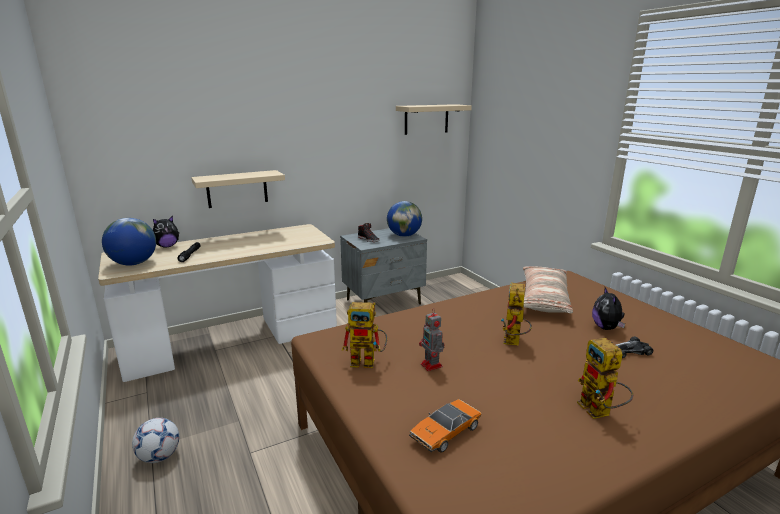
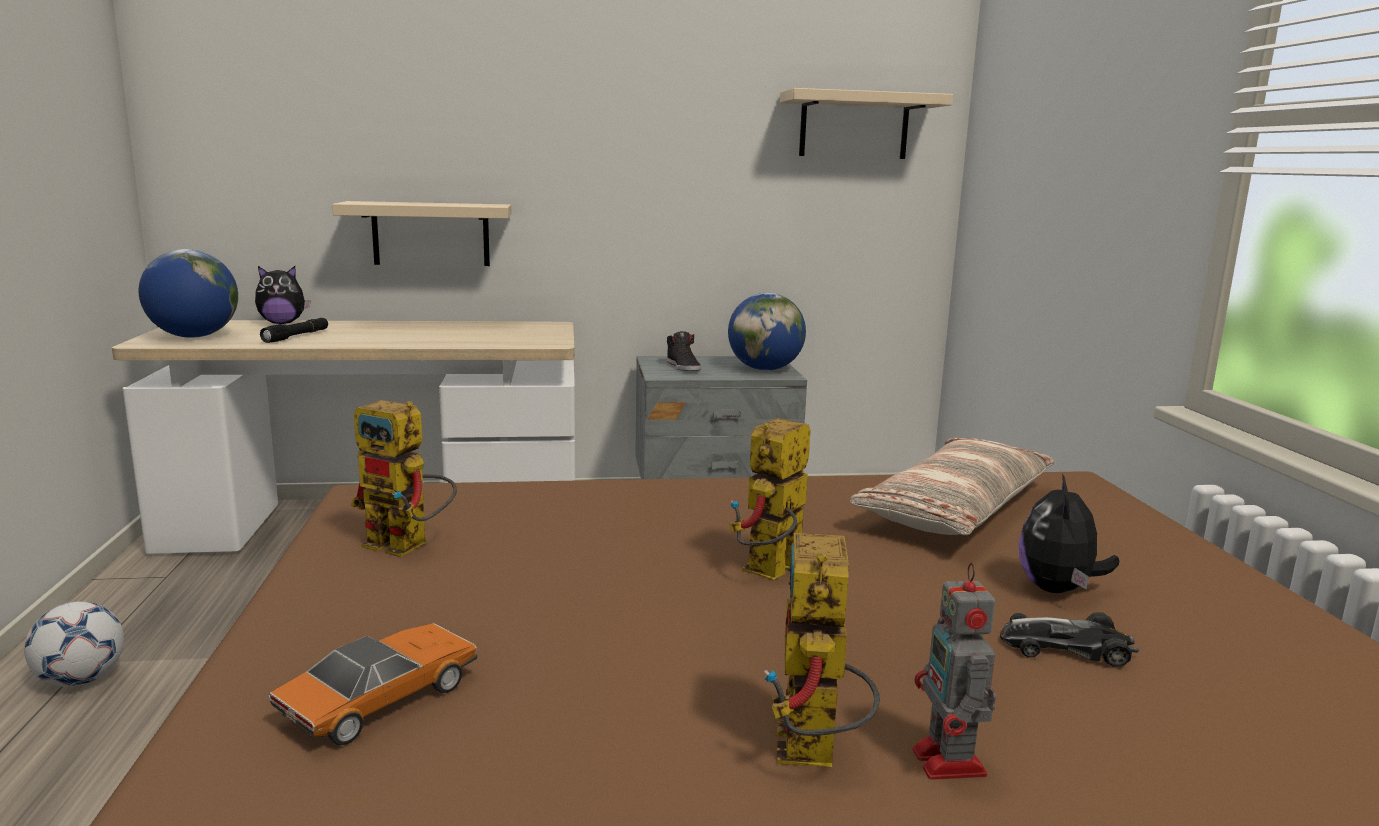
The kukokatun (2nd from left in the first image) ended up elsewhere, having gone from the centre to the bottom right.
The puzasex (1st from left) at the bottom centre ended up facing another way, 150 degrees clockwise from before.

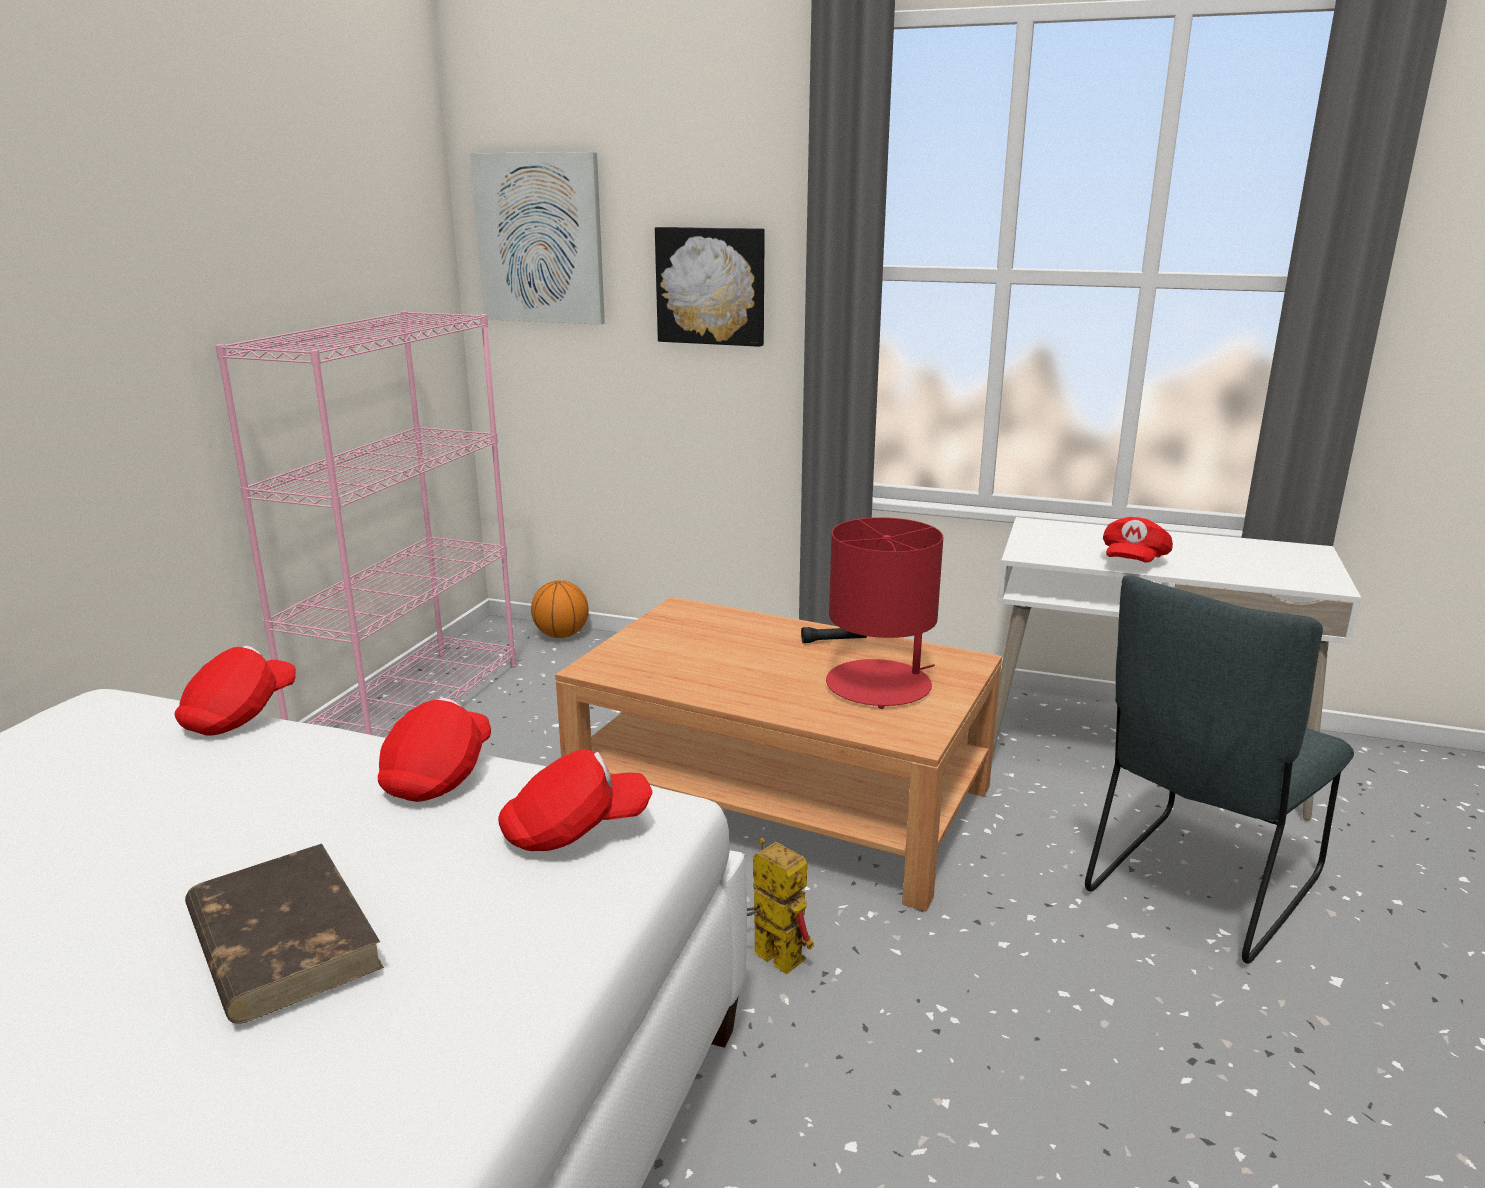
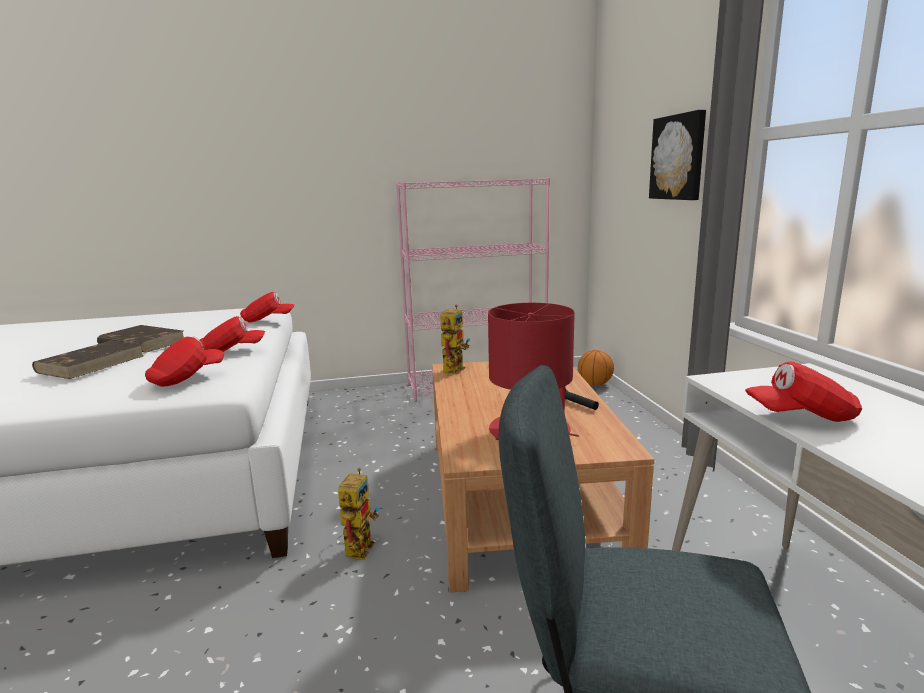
The second view lost the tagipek (1st from left) at the top centre.
The second view gained the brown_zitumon (2nd from left) at the middle left.
The second view gained the kukokatun (2nd from left) at the centre.
The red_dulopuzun (3rd from left in the first image) at the bottom centre ended up facing another way, 90 degrees counterclockwise from before.

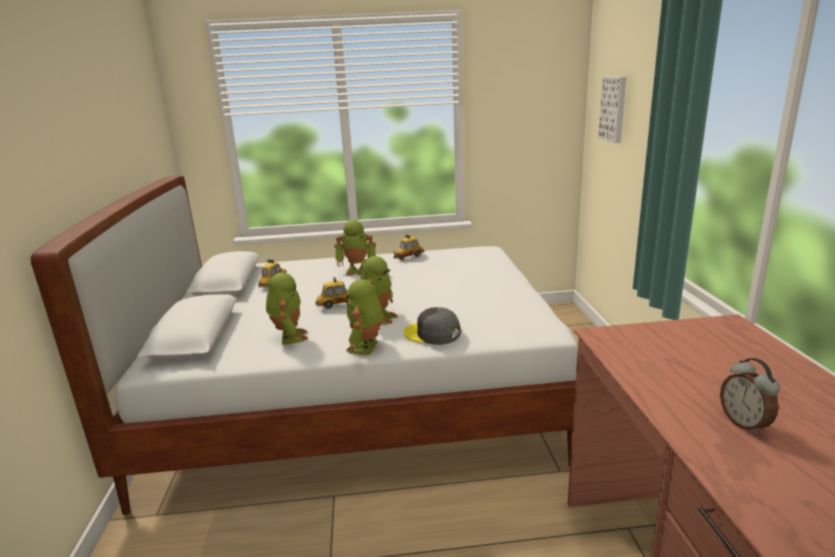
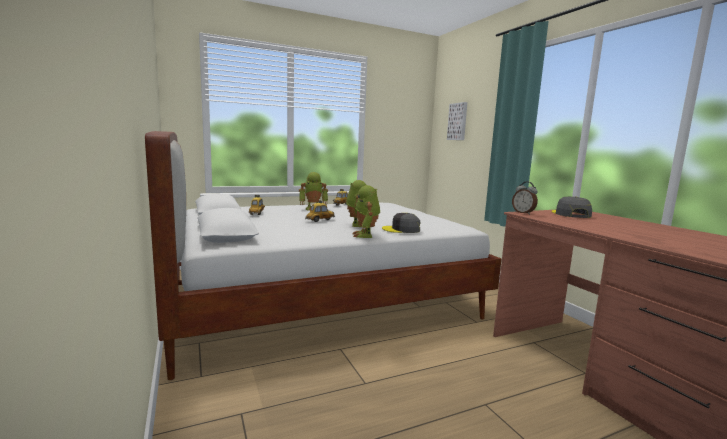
The second view lost the kukokatun (1st from left) at the centre.
The second view gained the grey_dulopuzun (2nd from left) at the middle right.
The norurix ended up elsewhere, having gone from the bottom right to the middle right.

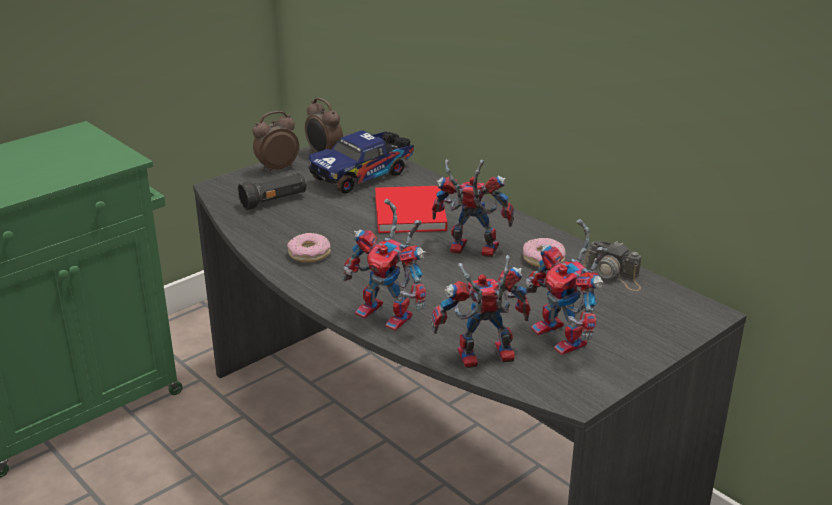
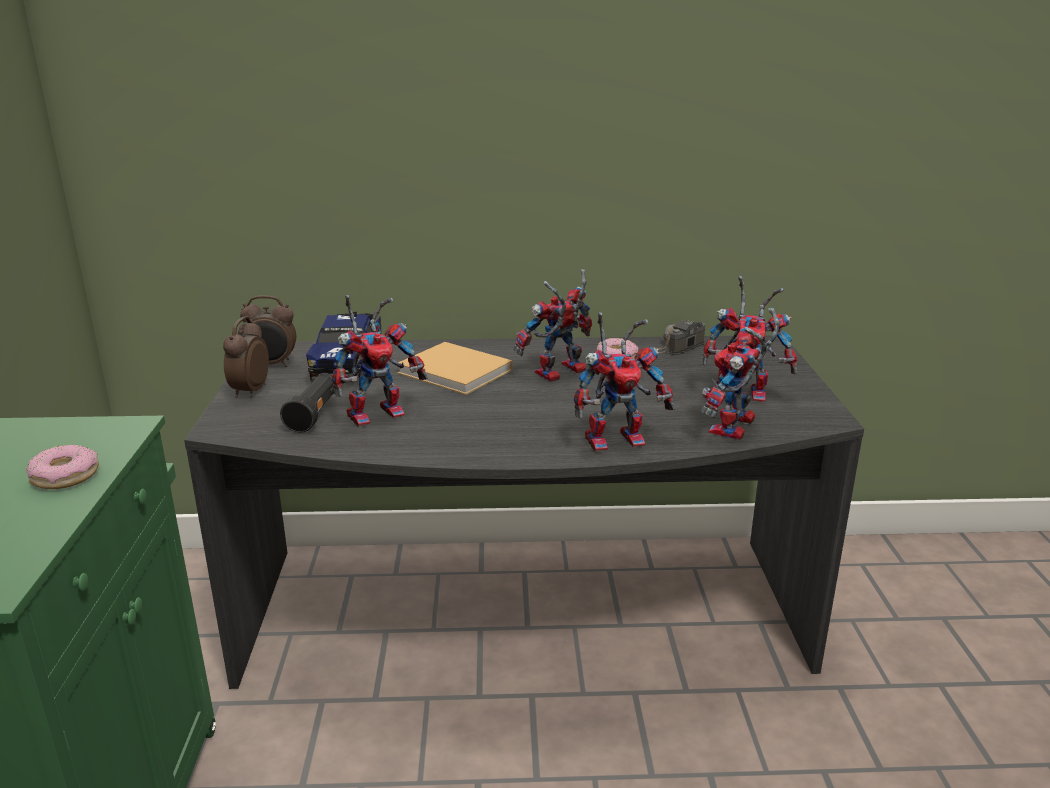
The second view gained the kukokatun (1st from left) at the centre.
The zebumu (1st from left) ended up elsewhere, having gone from the centre to the middle left.
What was the red_zitumon at the centre turned into the beige_zitumon at the centre.
The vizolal at the middle right ended up facing another way, 150 degrees clockwise from before.

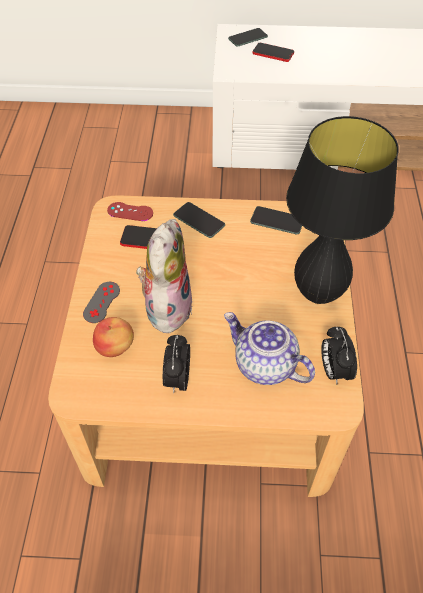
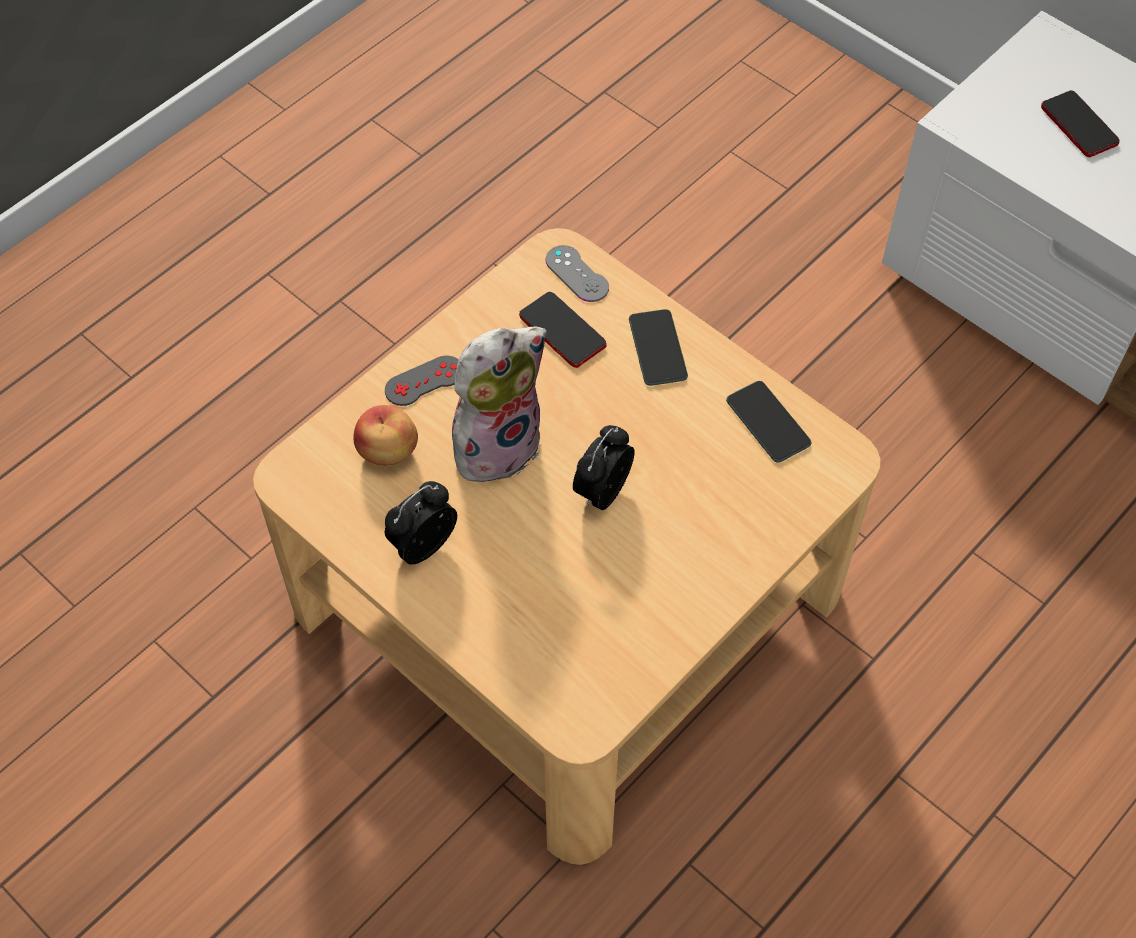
The second view lost the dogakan at the centre.
The second view lost the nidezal (3rd from left) at the top centre.
The second view lost the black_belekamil at the middle right.
The norurix (2nd from left) ended up elsewhere, having gone from the middle right to the centre.
What was the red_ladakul at the middle left turned into the grey_ladakul (2nd from left) at the top centre.

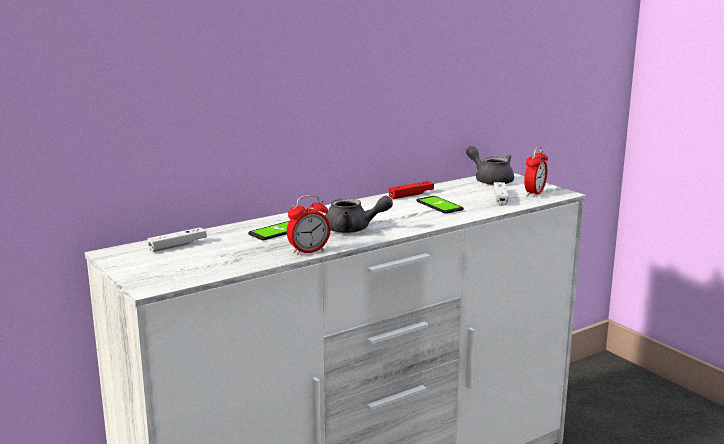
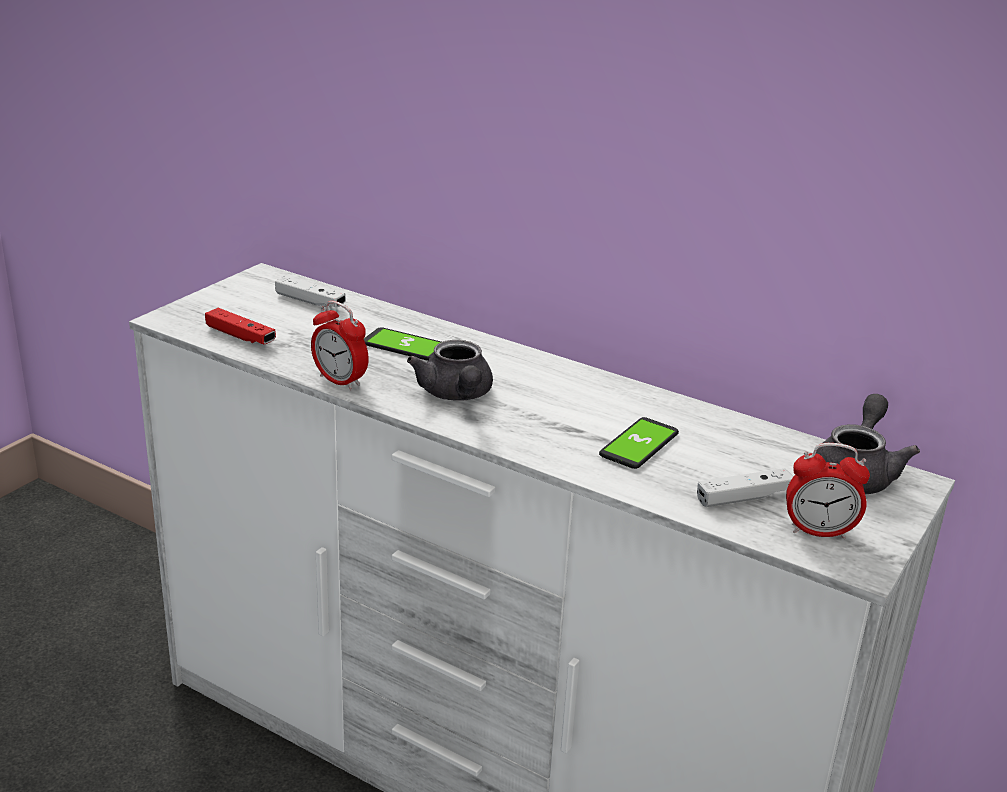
The red_ladakul ended up elsewhere, having gone from the centre to the middle left.

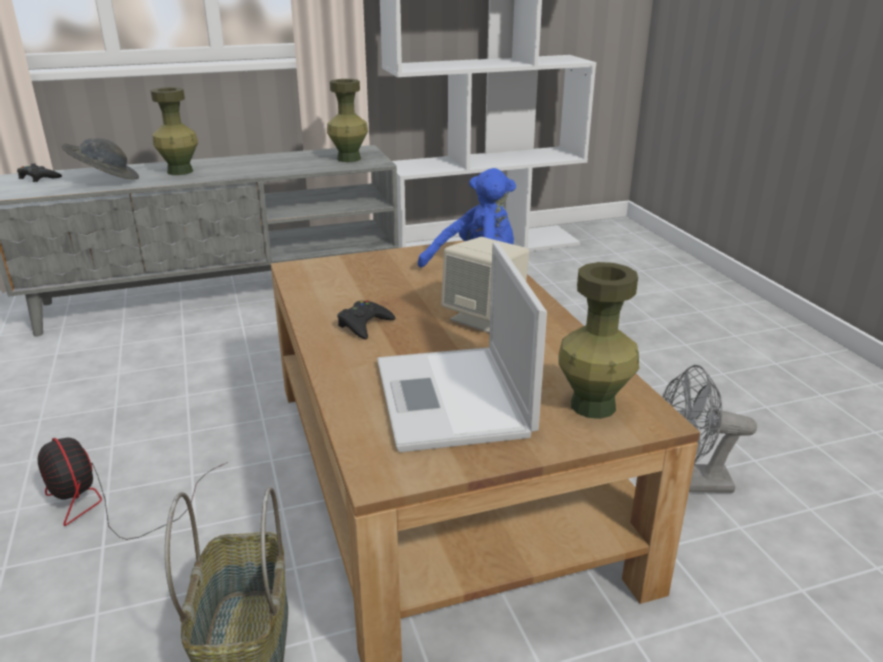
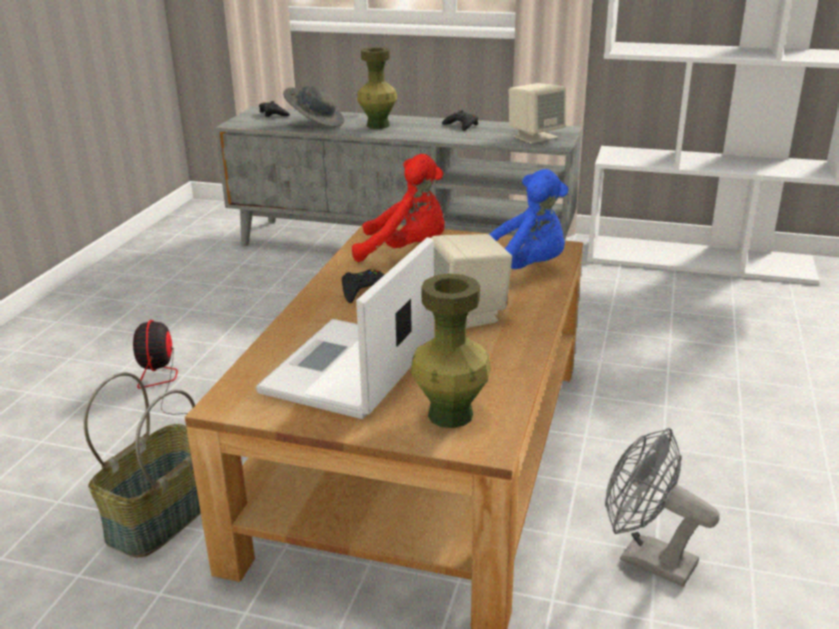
The second view gained the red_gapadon at the top centre.
The second view gained the black_ladakul (3rd from left) at the top centre.
Where the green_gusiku (2nd from left) stood at the top centre, the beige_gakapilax (2nd from left) came to stand at the top centre.

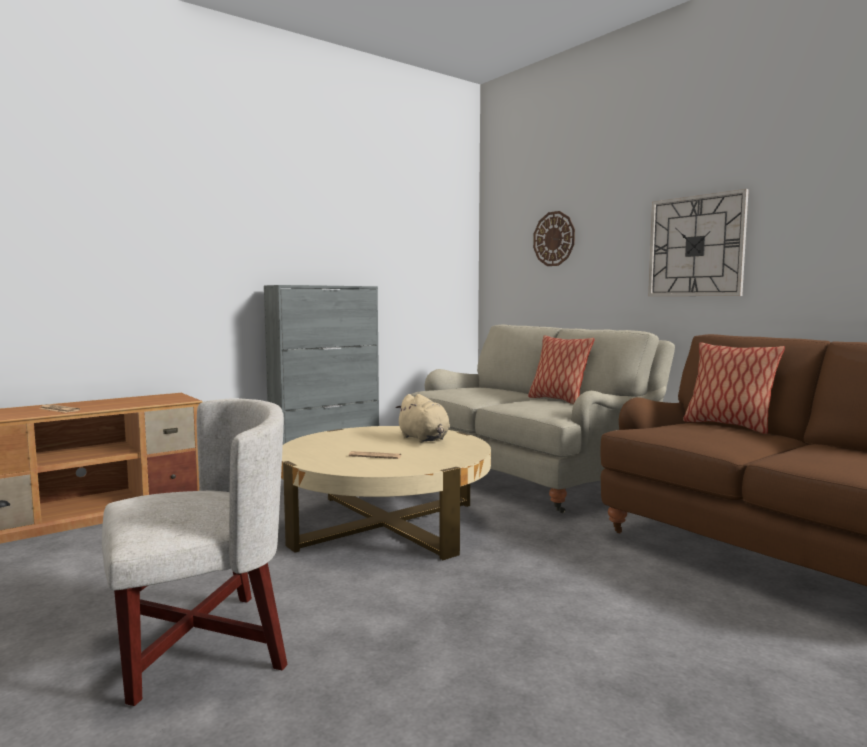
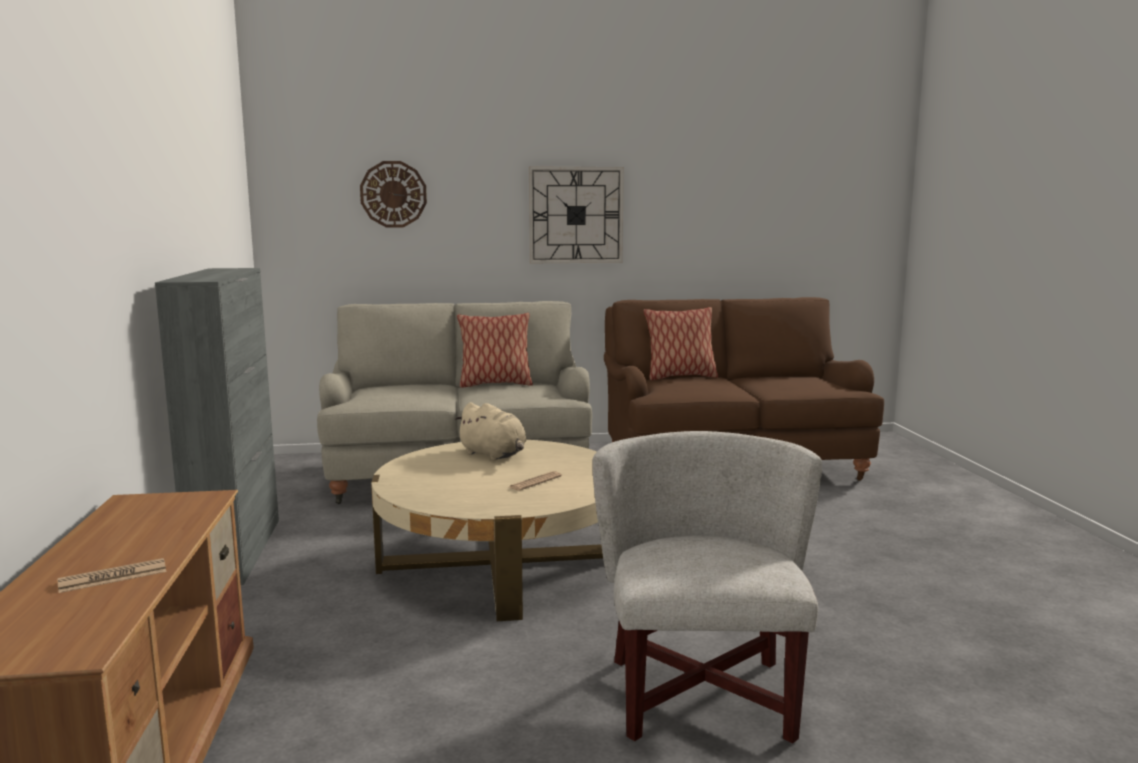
The beige_gapadon at the centre ended up facing another way, 45 degrees clockwise from before.

